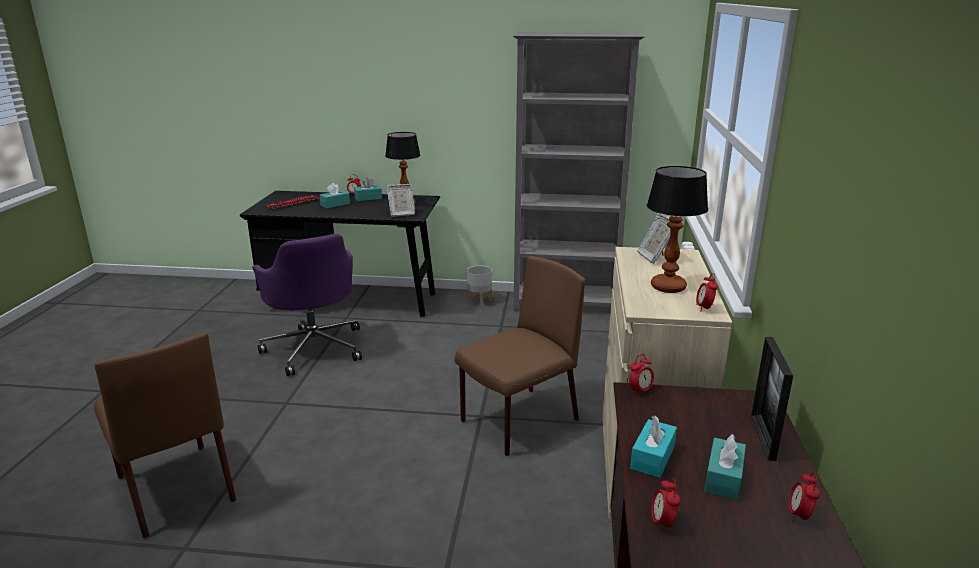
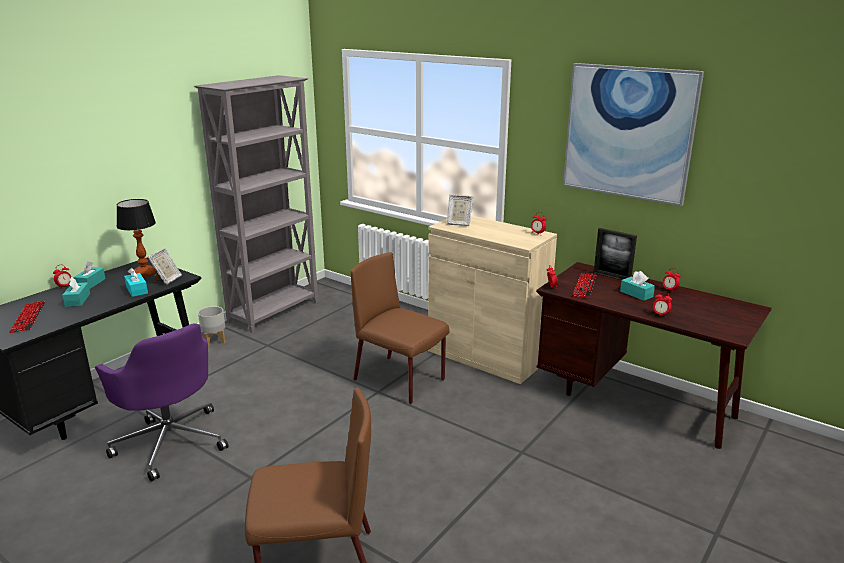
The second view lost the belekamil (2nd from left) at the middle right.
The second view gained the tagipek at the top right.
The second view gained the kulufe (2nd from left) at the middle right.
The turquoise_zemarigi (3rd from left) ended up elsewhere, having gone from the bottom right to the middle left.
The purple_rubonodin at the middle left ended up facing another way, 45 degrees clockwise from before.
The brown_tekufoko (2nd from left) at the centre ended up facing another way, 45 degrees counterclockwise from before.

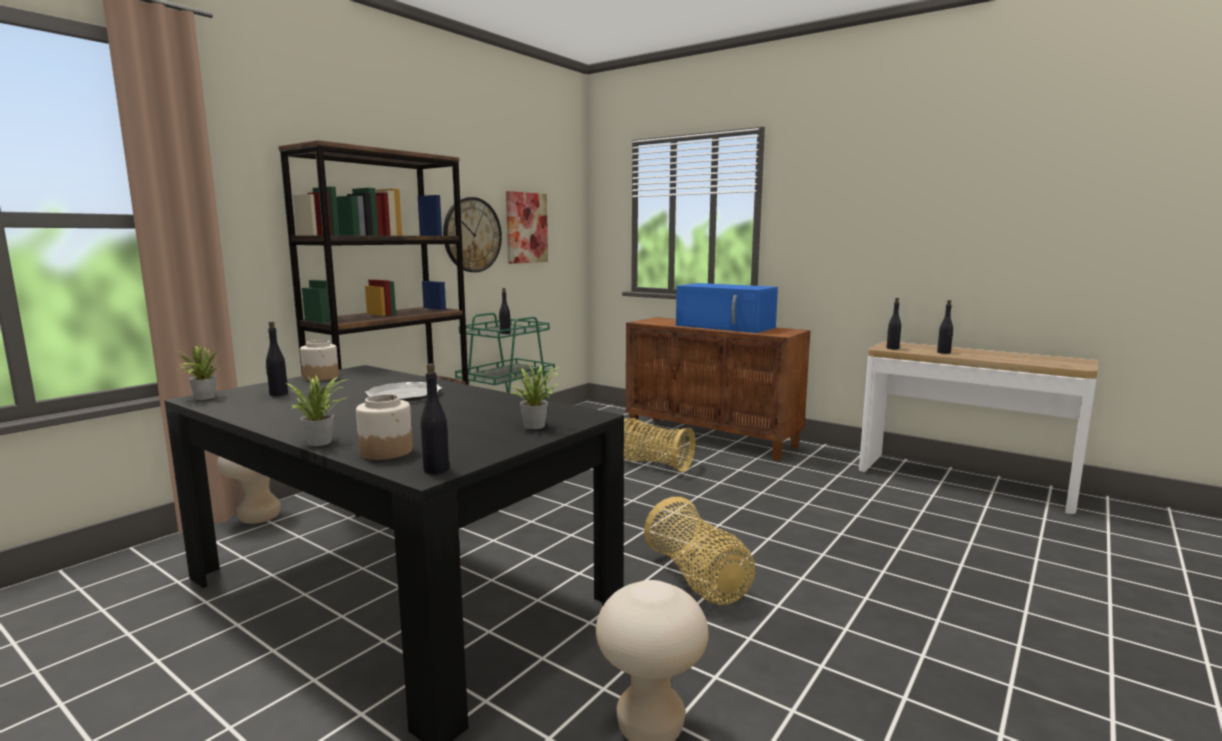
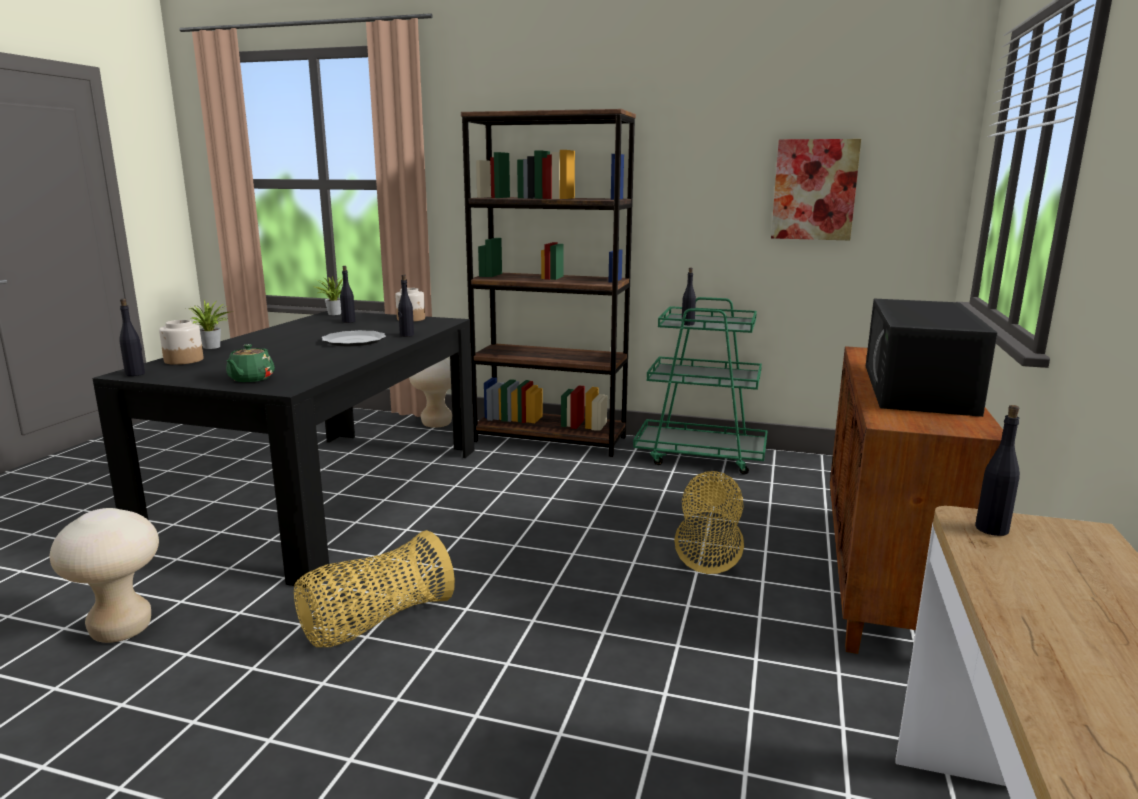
The second view lost the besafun at the top centre.
The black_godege (5th from left in the first image) ended up elsewhere, having gone from the middle right to the centre.
Where the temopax (3rd from left) stood at the centre, the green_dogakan came to stand at the middle left.
What was the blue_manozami at the centre turned into the black_manozami at the middle right.

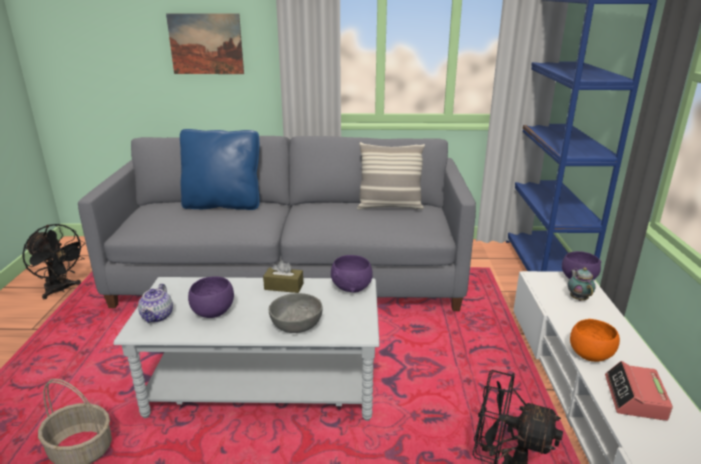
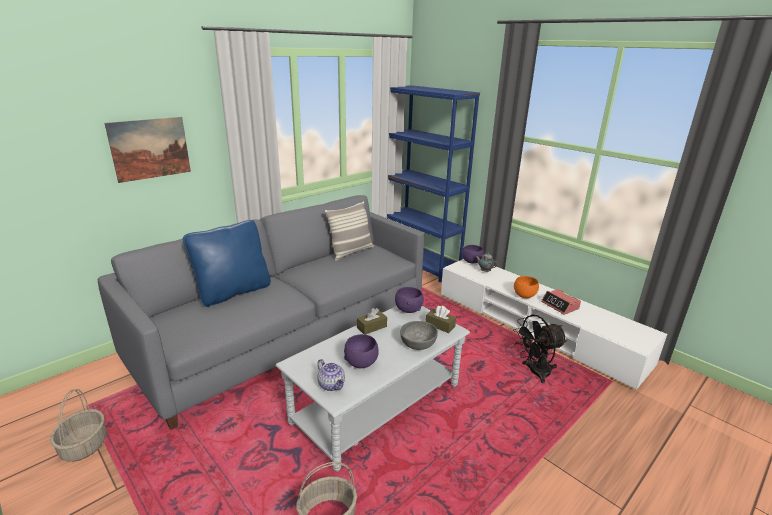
The second view gained the brown_zemarigi (2nd from left) at the centre.
Where the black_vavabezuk (1st from left) stood at the middle left, the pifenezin (1st from left) came to stand at the bottom left.

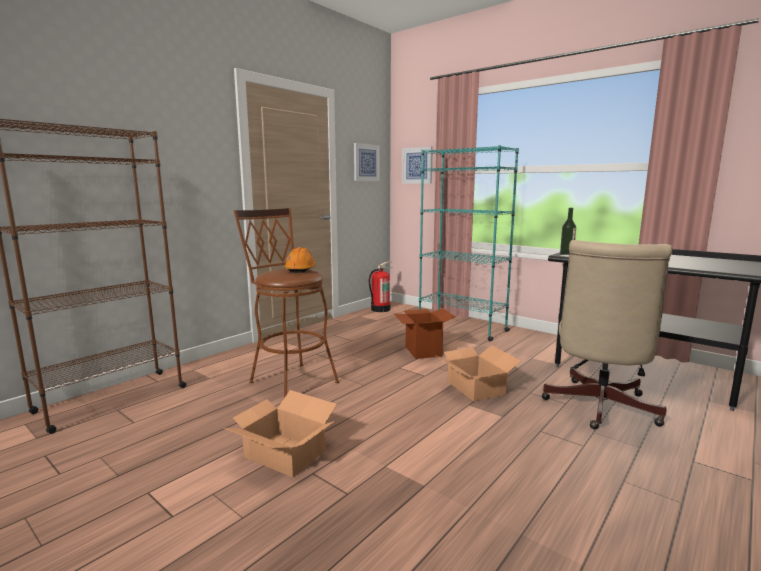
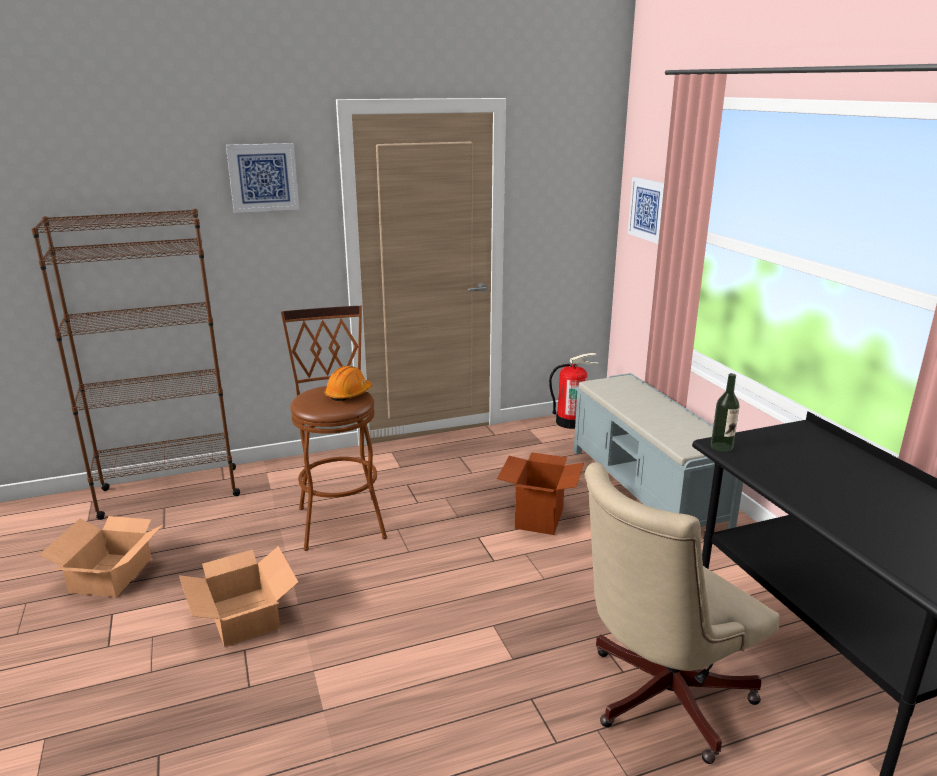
The tagipek (1st from left) ended up elsewhere, having gone from the top centre to the top left.
The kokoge (3rd from left in the first image) ended up elsewhere, having gone from the centre to the bottom left.
Where the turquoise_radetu stood at the centre, the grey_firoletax came to stand at the middle right.

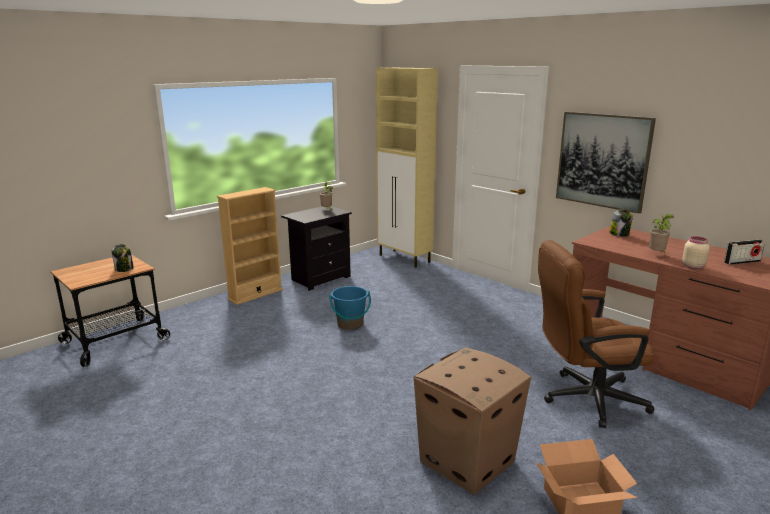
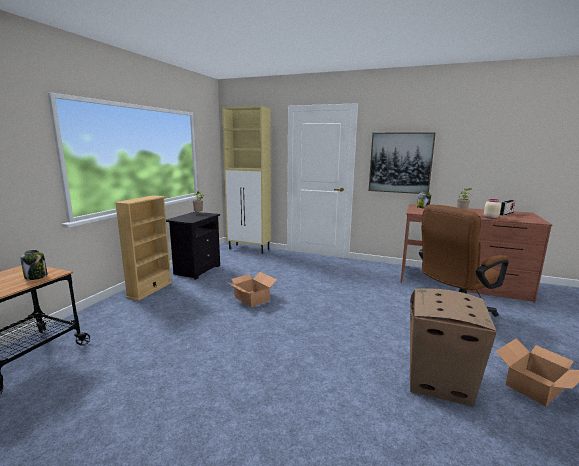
Where the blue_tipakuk stood at the centre, the kokoge (1st from left) came to stand at the centre.

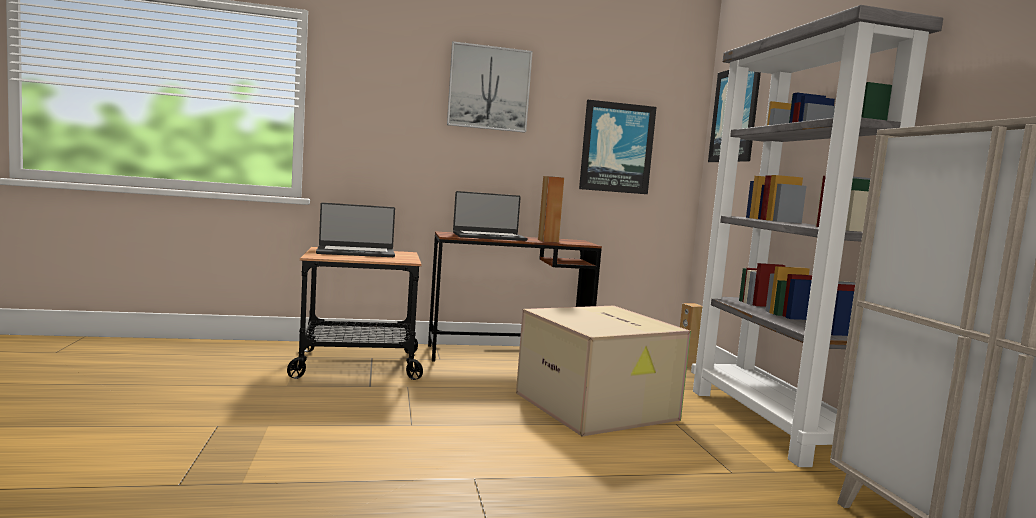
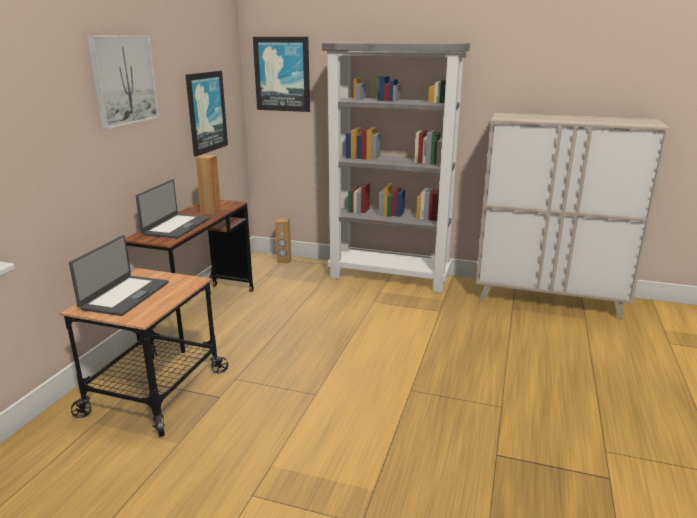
The second view lost the kokoge at the bottom centre.

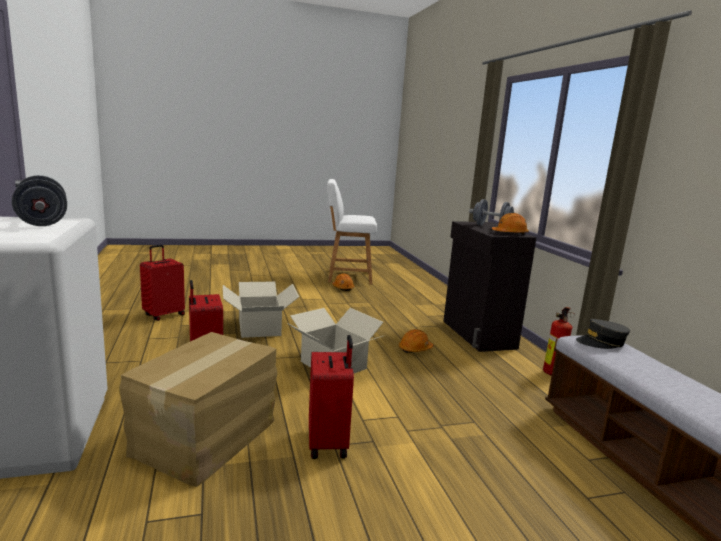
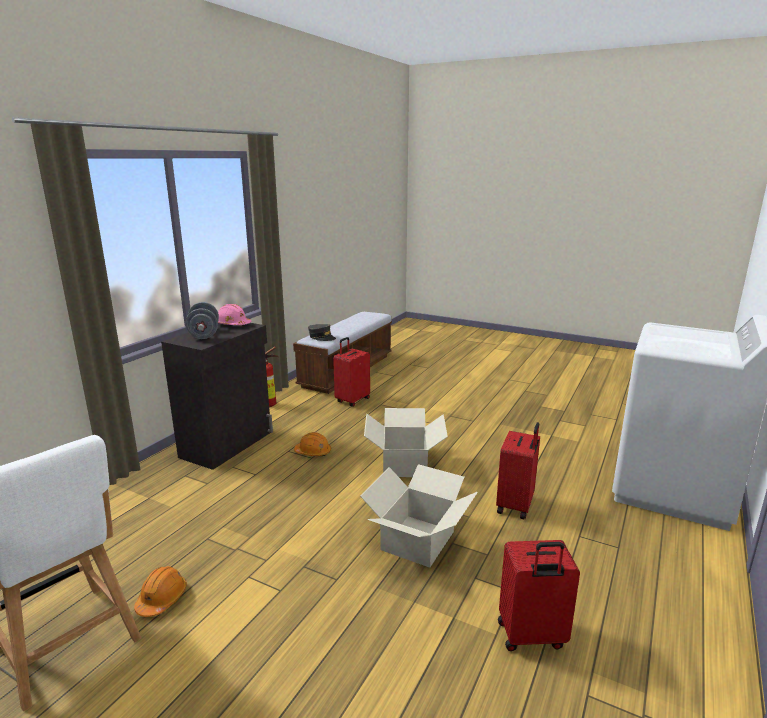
The second view lost the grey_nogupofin (1st from left) at the middle left.
The second view lost the kokoge (1st from left) at the bottom left.
The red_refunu (3rd from left in the first image) ended up elsewhere, having gone from the bottom centre to the centre.
What was the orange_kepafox (3rd from left) at the middle right turned into the pink_kepafox at the middle left.

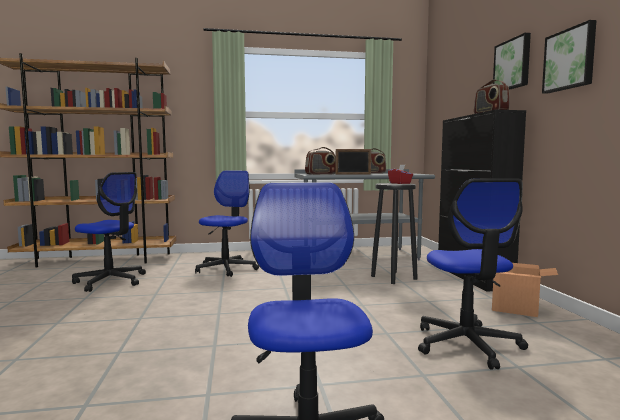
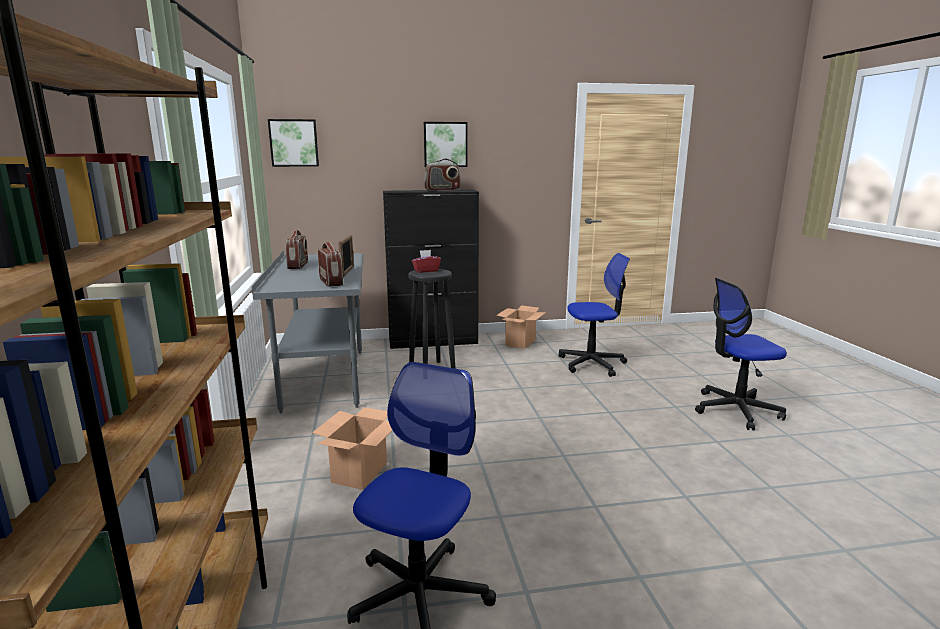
The tagipek (2nd from left in the first image) ended up elsewhere, having gone from the top right to the top left.
Where the rubonodin (2nd from left) stood at the centre, the kokoge (1st from left) came to stand at the bottom centre.

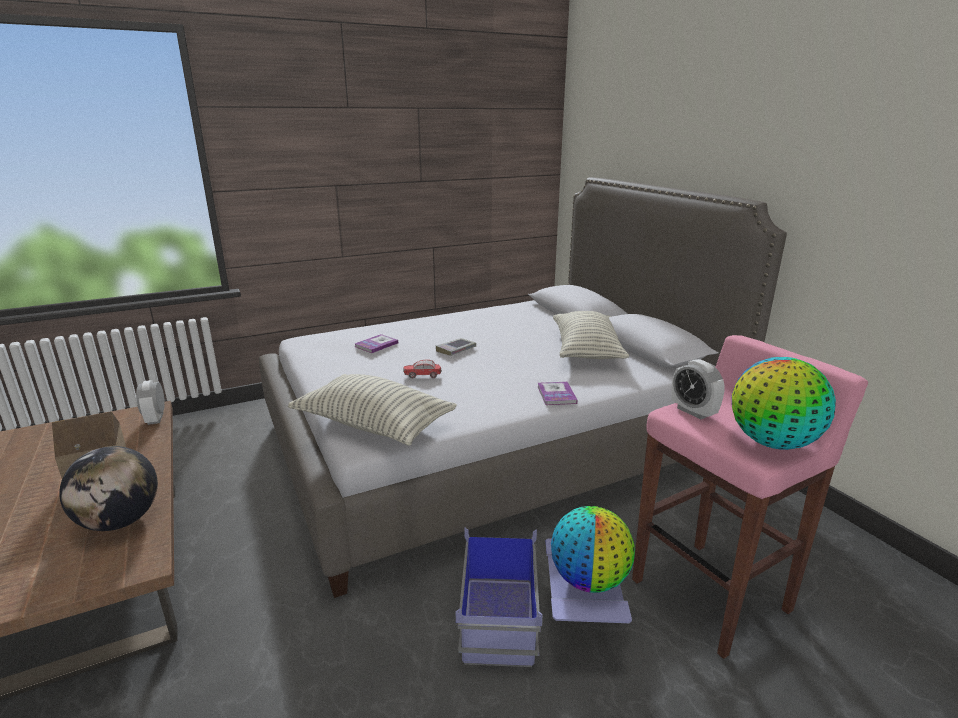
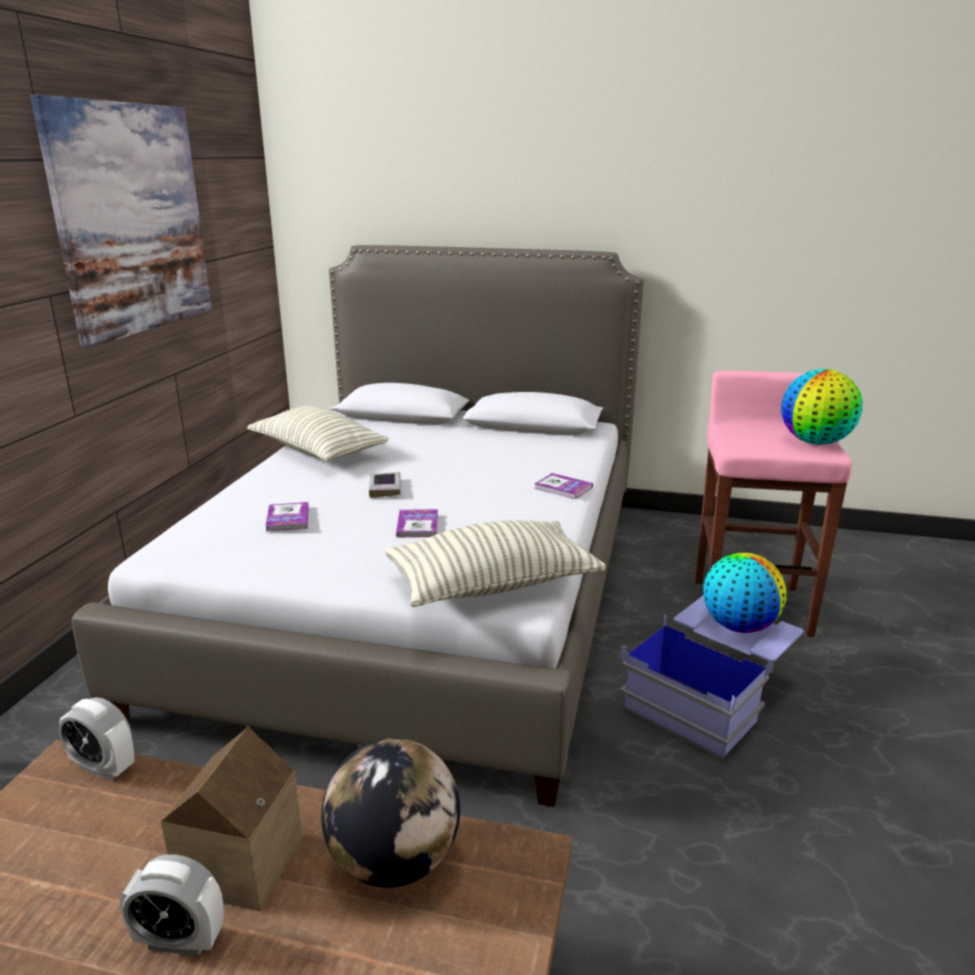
The second view gained the tagipek at the top left.
The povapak (2nd from left in the first image) ended up elsewhere, having gone from the centre to the middle left.
The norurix (2nd from left) ended up elsewhere, having gone from the middle right to the bottom left.
Where the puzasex stood at the centre, the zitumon (3rd from left) came to stand at the centre.

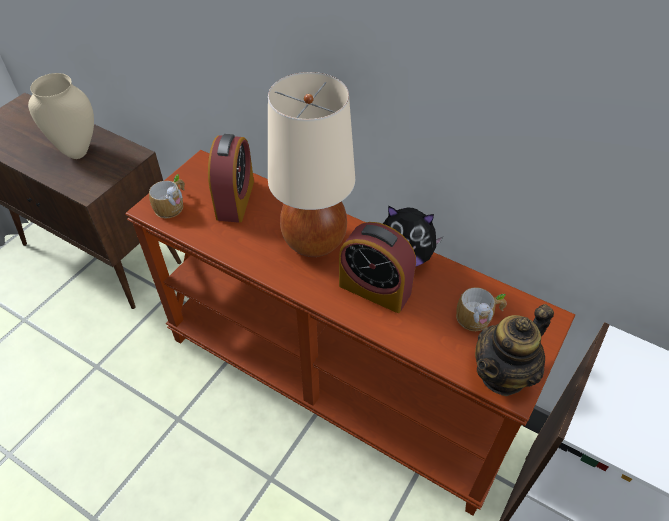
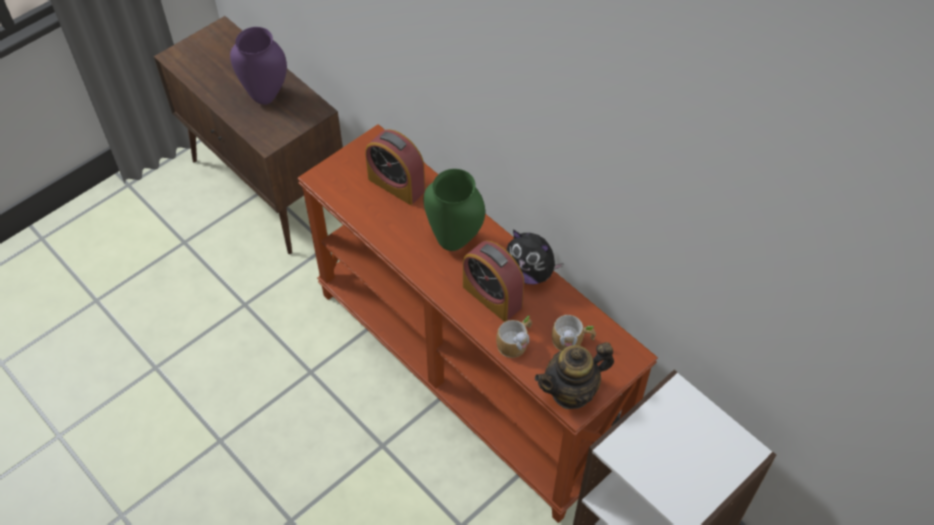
The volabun (1st from left) ended up elsewhere, having gone from the middle left to the centre.
Where the beige_belekamil stood at the top centre, the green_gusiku came to stand at the centre.
What was the beige_gusiku at the top left turned into the purple_gusiku at the top left.
The norurix (1st from left) at the centre ended up facing another way, 105 degrees clockwise from before.

